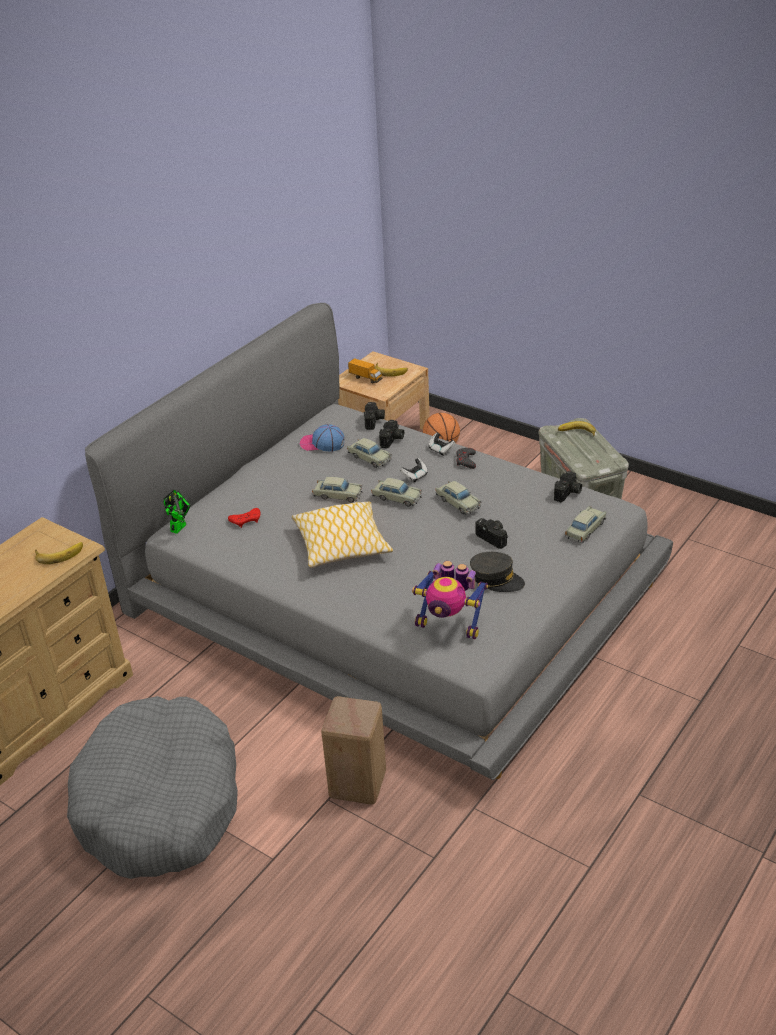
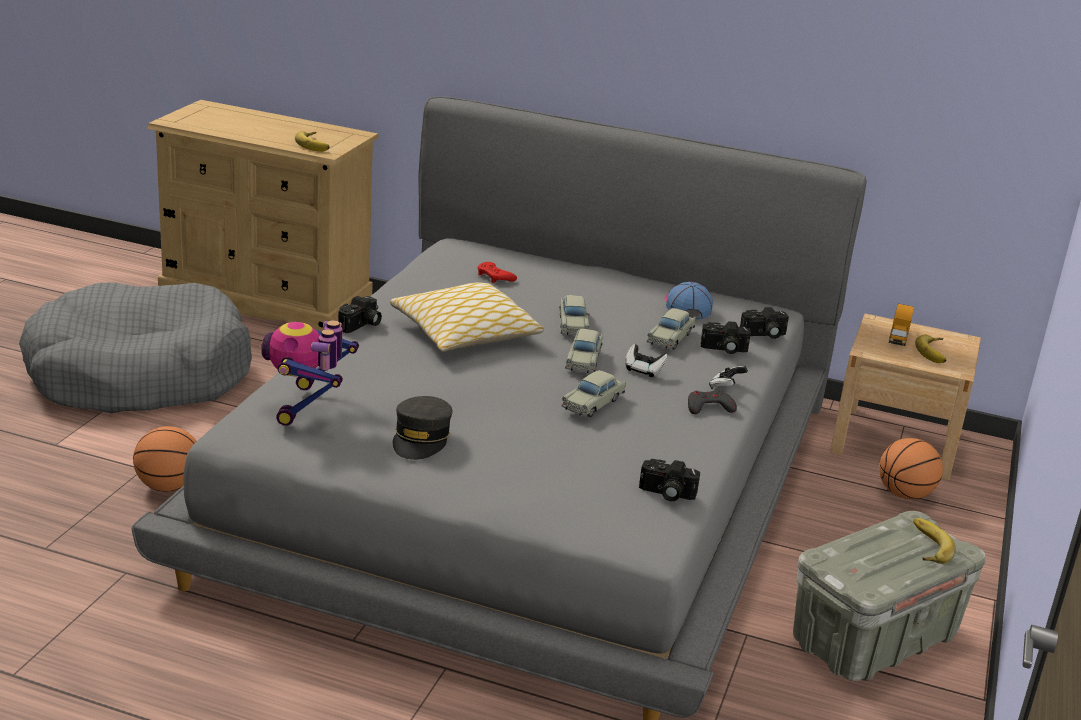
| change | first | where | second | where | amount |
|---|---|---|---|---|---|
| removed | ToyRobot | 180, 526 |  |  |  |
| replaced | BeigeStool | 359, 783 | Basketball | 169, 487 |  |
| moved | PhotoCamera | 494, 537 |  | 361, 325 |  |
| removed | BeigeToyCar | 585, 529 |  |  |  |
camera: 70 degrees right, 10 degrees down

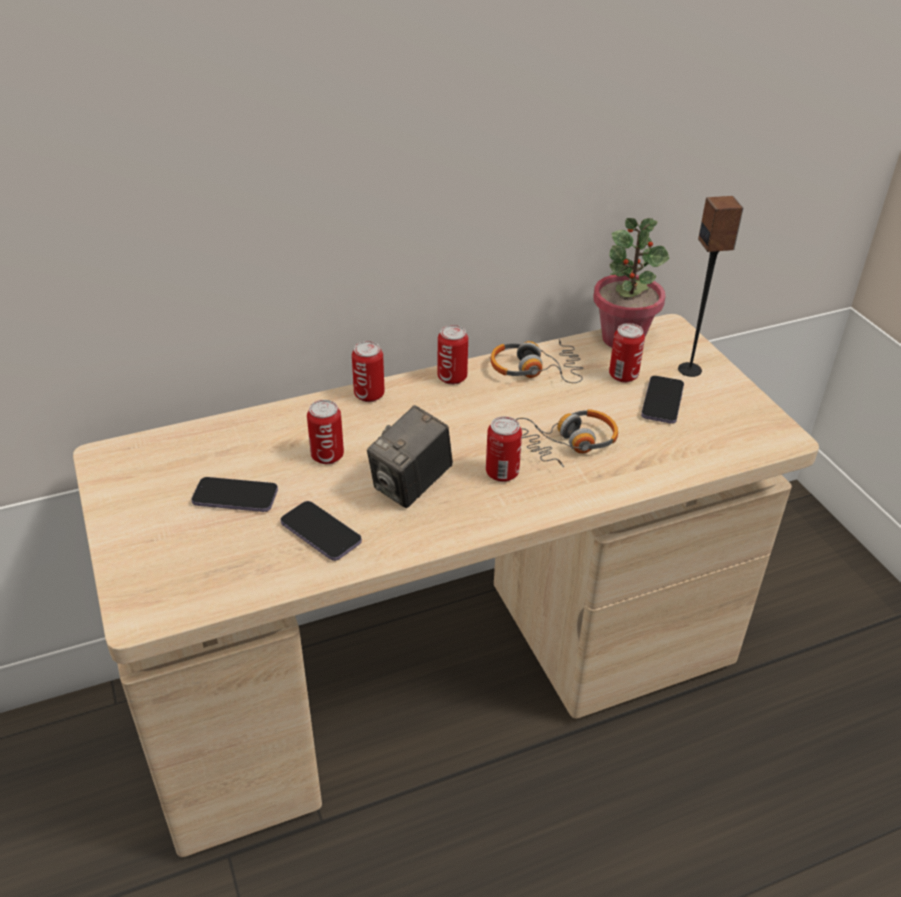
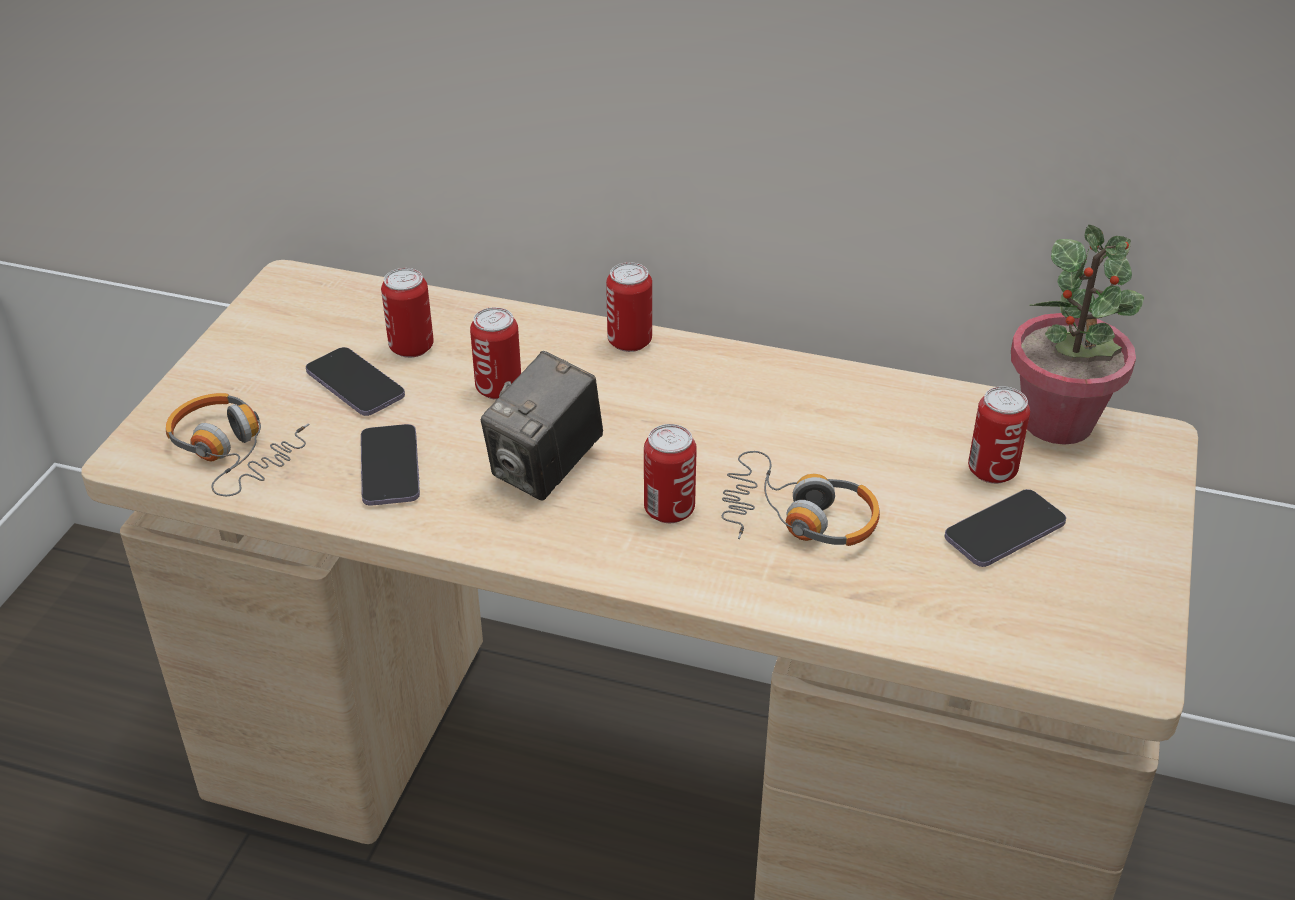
| change | first | where | second | where | amount |
|---|---|---|---|---|---|
| turned | PhotoCamera | 411, 486 |  | 546, 469 | 45 degrees counterclockwise |
| moved | Can | 452, 377 |  | 411, 347 |  |
| moved | Headphones | 535, 370 |  | 233, 453 |  |
| removed | Speaker | 690, 370 |  |  |  |
camera: 40 degrees right, 0 degrees up

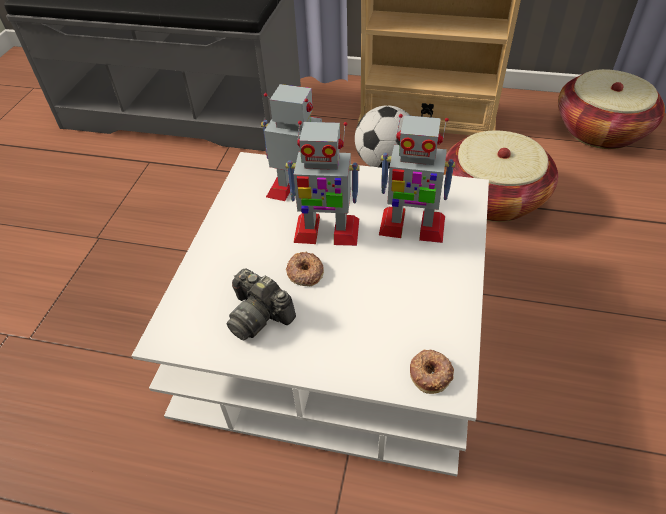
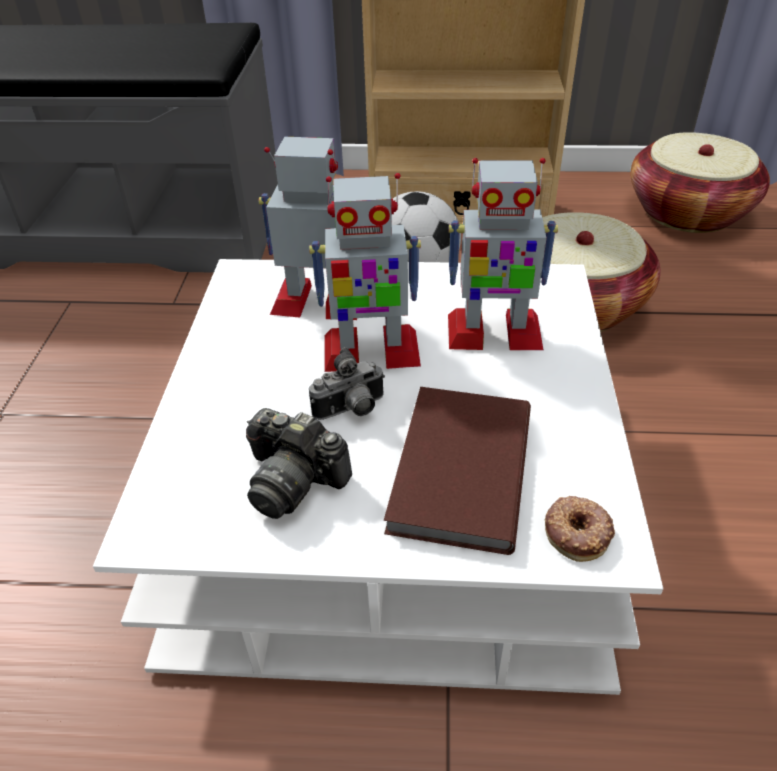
| change | first | where | second | where | amount |
|---|---|---|---|---|---|
| replaced | Donut | 305, 272 | PhotoCamera | 351, 411 |  |
| added |  |  | BrownBook | 456, 471 |  |
camera: 10 degrees left, 5 degrees down

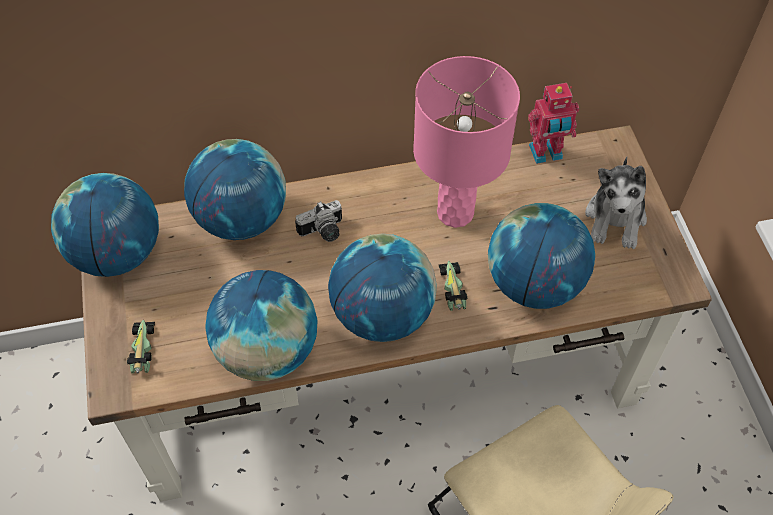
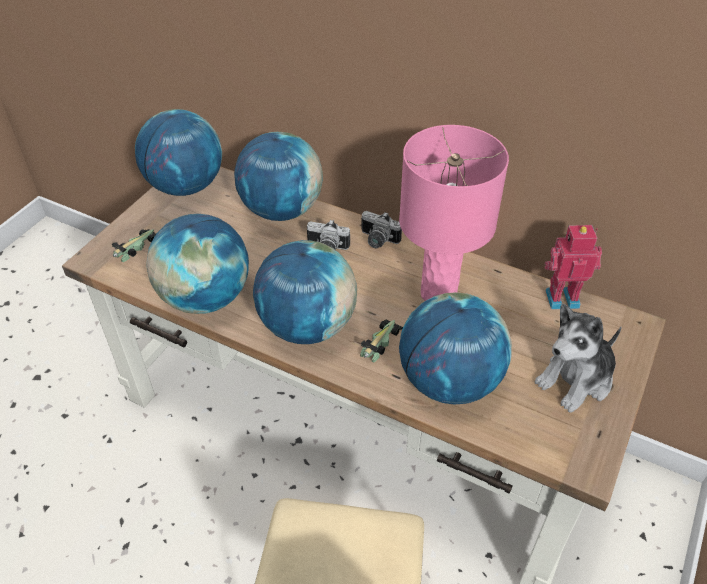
| change | first | where | second | where | amount |
|---|---|---|---|---|---|
| turned | ToyRobot | 546, 154 |  | 561, 297 | 150 degrees clockwise |
| added |  |  | PhotoCamera | 377, 240 |  |
camera: 40 degrees right, 10 degrees down

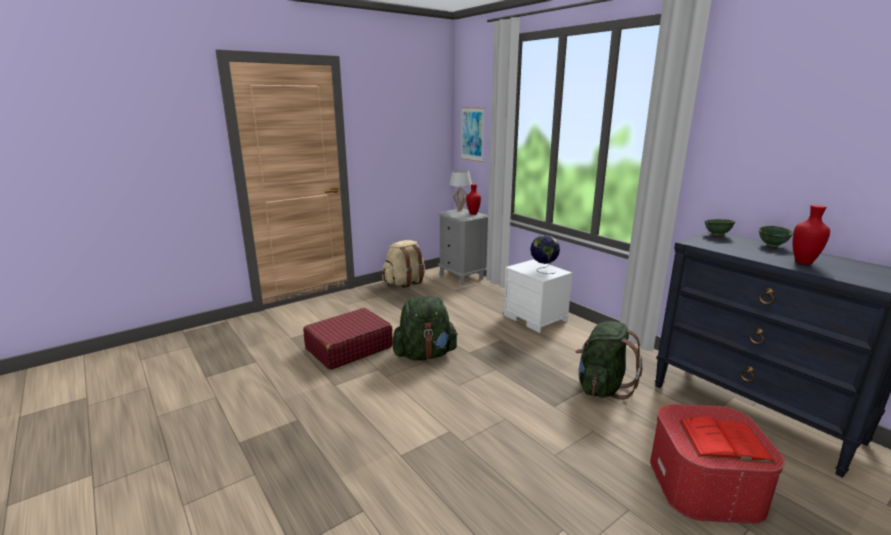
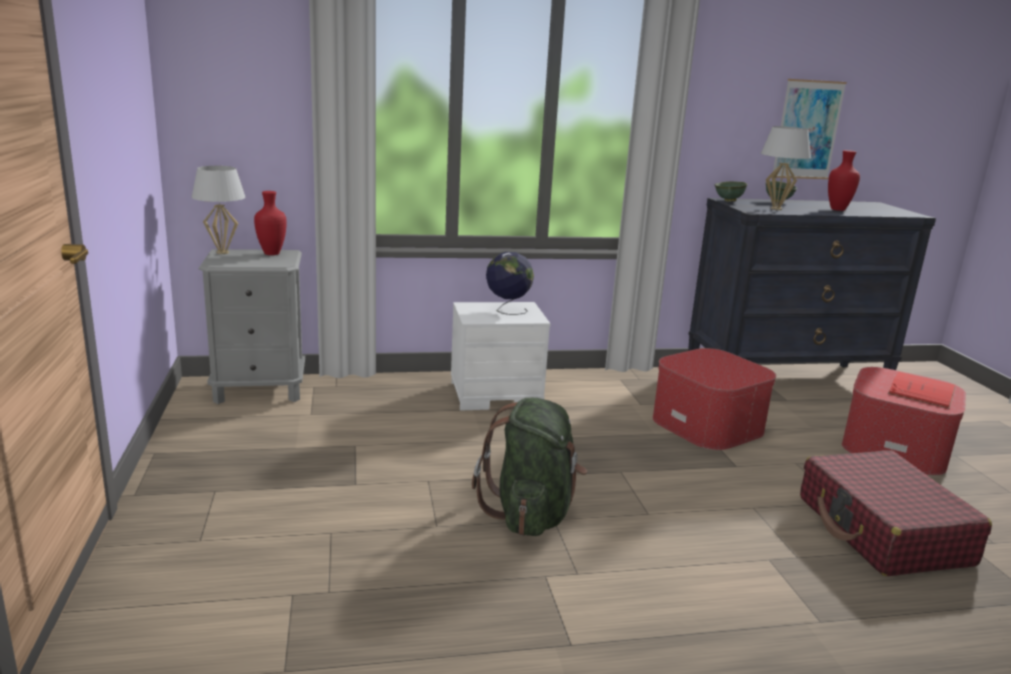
| change | first | where | second | where | amount |
|---|---|---|---|---|---|
| moved | RedSuitcase | 348, 348 |  | 882, 531 |  |
| removed | BeigeBackpack | 404, 283 |  |  |  |
| moved | Picture | 472, 134 |  | 807, 130 |  |
| replaced | GreenBackpack | 602, 387 | Ottoman | 708, 424 |  |
| added |  |  | WhiteTableLamp | 776, 209 |  |
camera: 65 degrees left, 0 degrees up

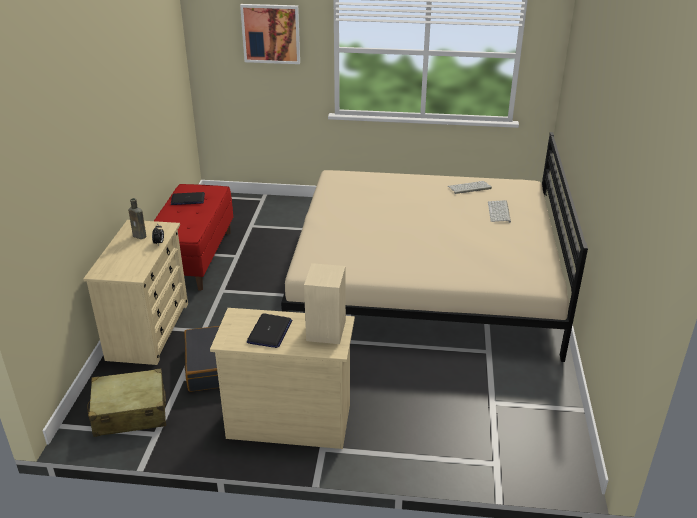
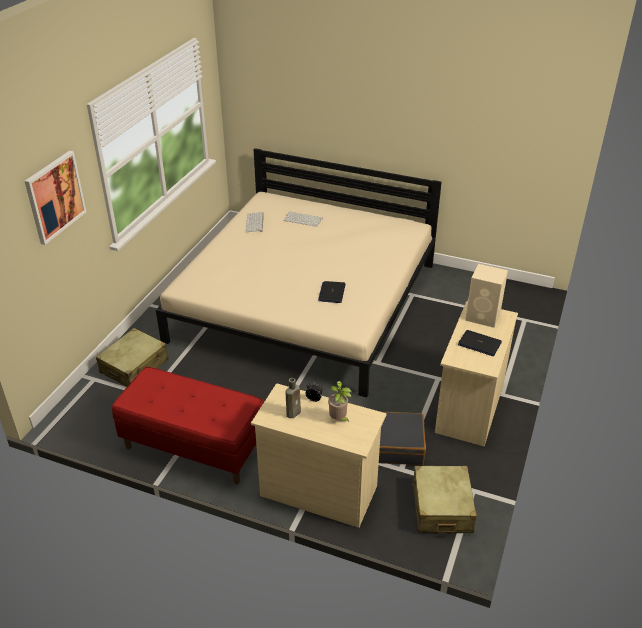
| change | first | where | second | where | amount |
|---|---|---|---|---|---|
| moved | Laptop | 188, 199 |  | 332, 292 |  |
| added |  |  | BeigeSuitcase | 135, 366 |  |
| added |  |  | PottedPlant | 339, 419 |  |
camera: 75 degrees left, 5 degrees up

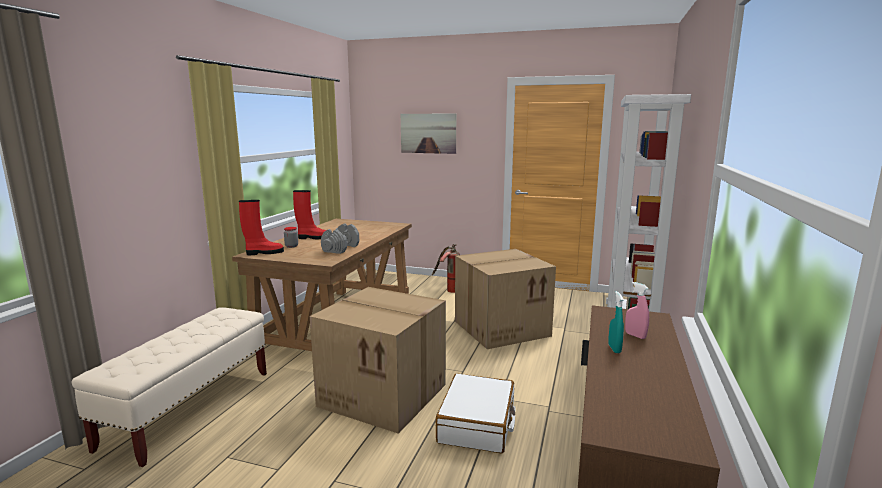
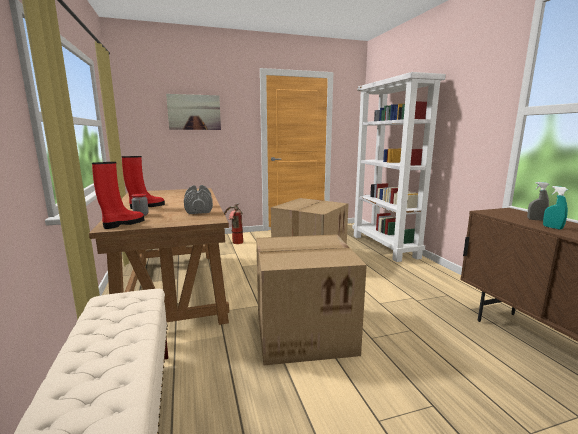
| change | first | where | second | where | amount |
|---|---|---|---|---|---|
| removed | WhiteSuitcase | 477, 424 |  |  |  |
| recoloured | PinkSprayBottle | 635, 335 | GreySprayBottle | 536, 219 |  |
camera: 35 degrees left, 0 degrees up

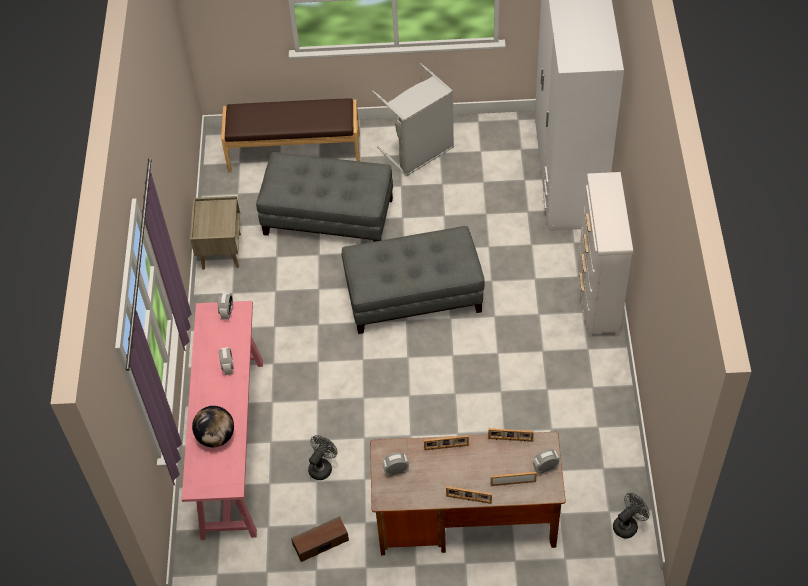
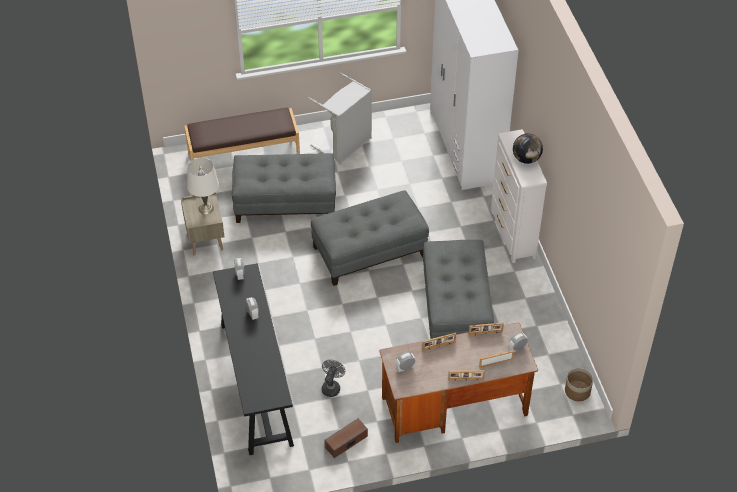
| change | first | where | second | where | amount |
|---|---|---|---|---|---|
| recoloured | PinkConsoleTable | 233, 445 | BlackConsoleTable | 256, 382 |  |
| moved | Globe | 216, 437 |  | 526, 159 |  |
| replaced | GreyFan | 628, 525 | Planter | 577, 391 |  |
| added |  |  | WhiteTableLamp | 205, 208 |  |
| added |  |  | GreyOttoman | 456, 308 |  |
camera: 15 degrees left, 5 degrees down

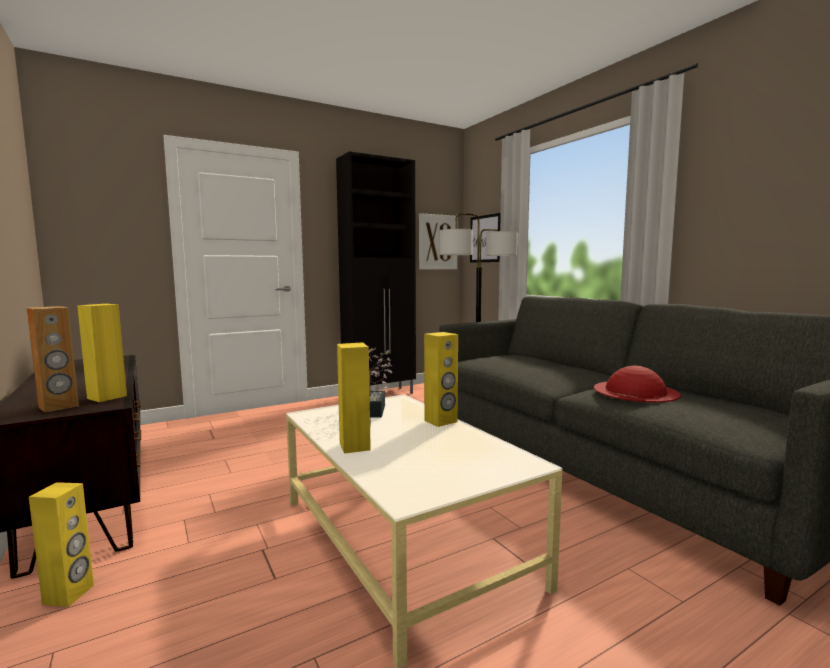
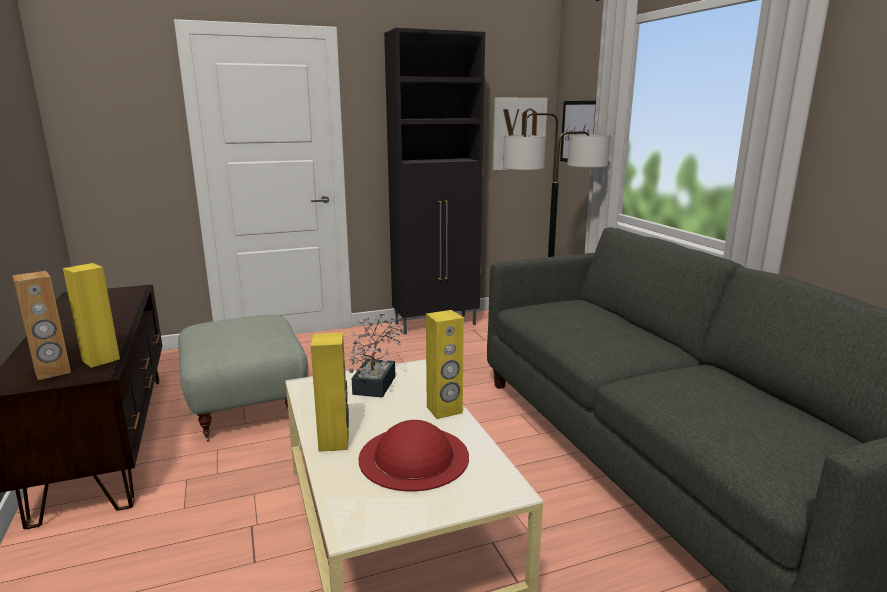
| change | first | where | second | where | amount |
|---|---|---|---|---|---|
| removed | YellowSpeaker | 69, 594 |  |  |  |
| moved | RedHat | 635, 391 |  | 413, 456 |  |
| added |  |  | GreyOttoman | 248, 405 |  |
camera: 10 degrees right, 10 degrees up

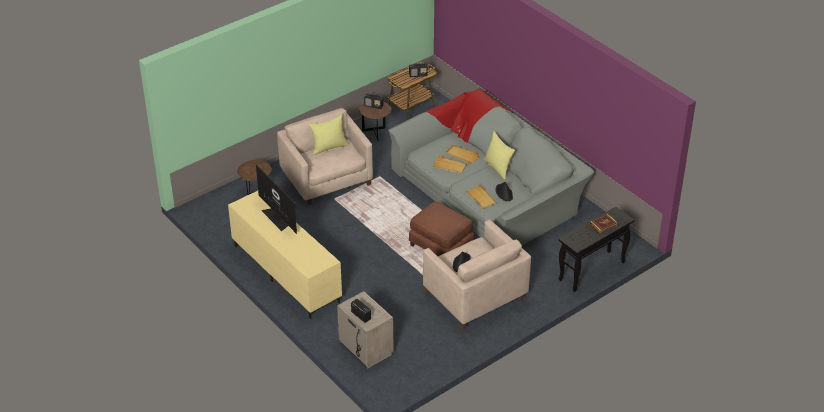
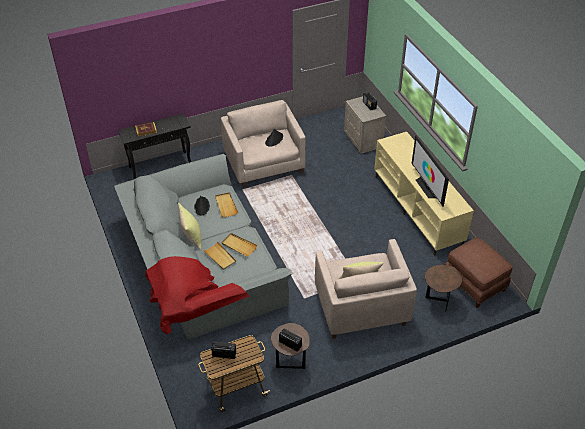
| change | first | where | second | where | amount |
|---|---|---|---|---|---|
| moved | BrownOttoman | 441, 247 |  | 474, 283 |  |
camera: 165 degrees left, 5 degrees up

